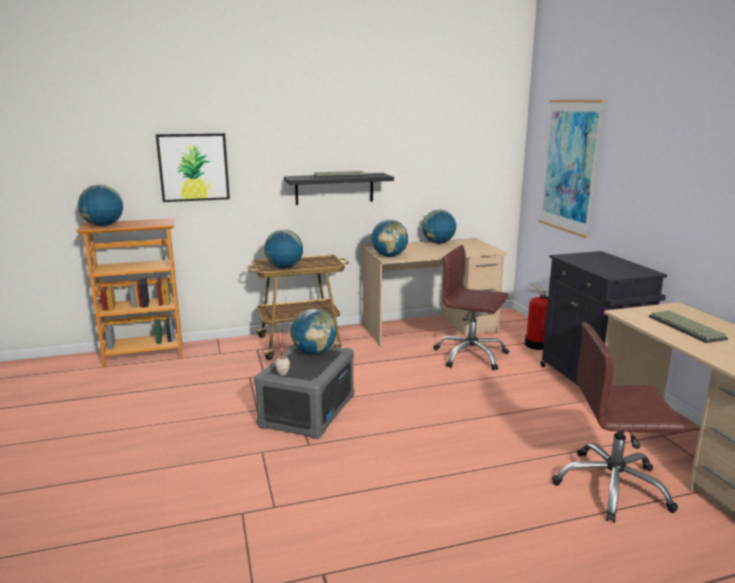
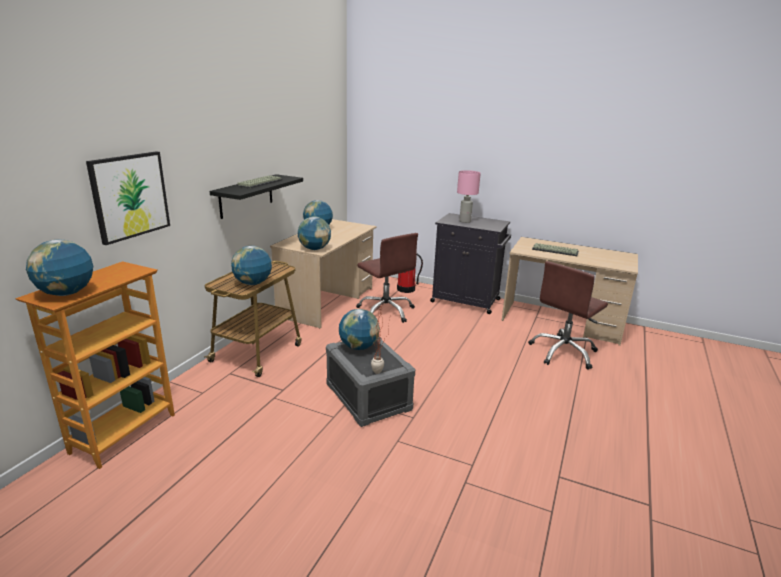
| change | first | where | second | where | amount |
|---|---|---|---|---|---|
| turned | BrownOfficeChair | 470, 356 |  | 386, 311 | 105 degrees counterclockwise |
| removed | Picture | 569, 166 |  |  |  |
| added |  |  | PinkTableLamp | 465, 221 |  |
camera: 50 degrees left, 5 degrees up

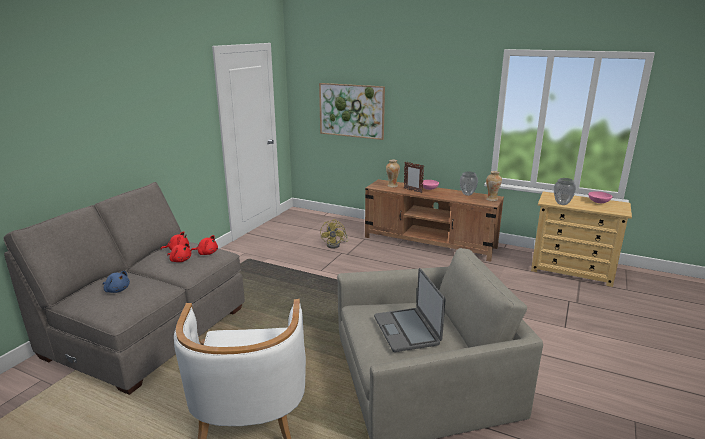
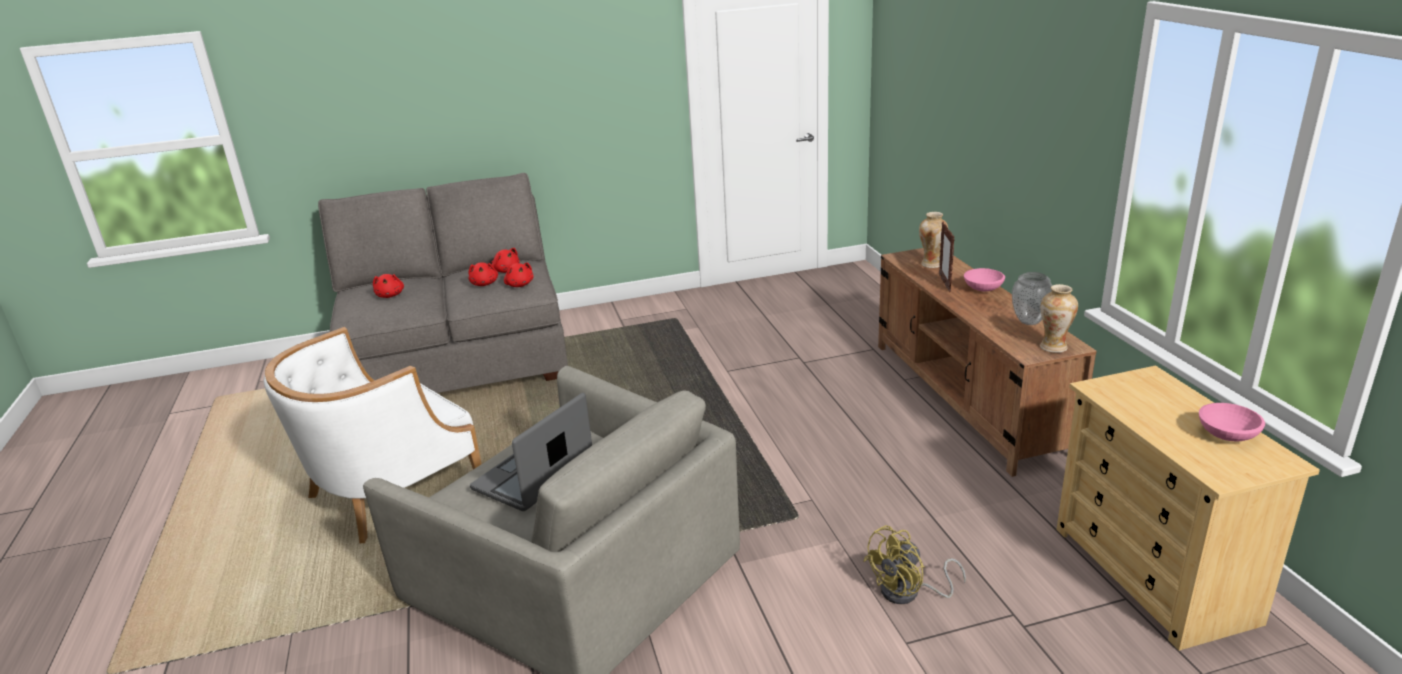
| change | first | where | second | where | amount |
|---|---|---|---|---|---|
| recoloured | BluePlushToy | 117, 290 | RedPlushToy | 390, 295 |  |
| removed | Picture | 351, 110 |  |  |  |
| moved | YellowFan | 336, 245 |  | 908, 593 |  |
| removed | Vase | 562, 203 |  |  |  |
camera: 50 degrees right, 5 degrees up

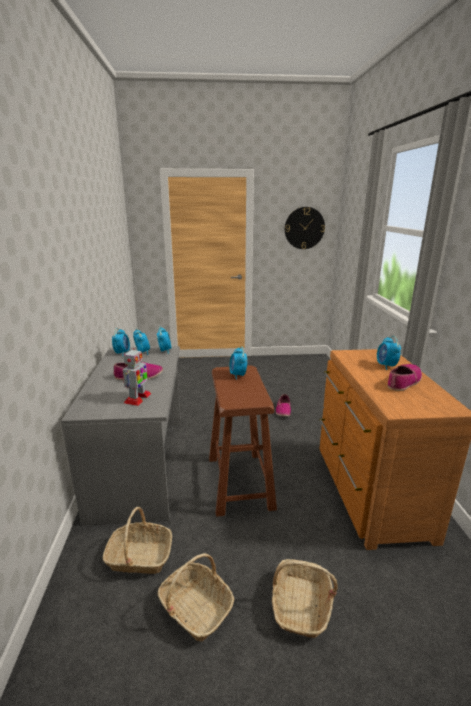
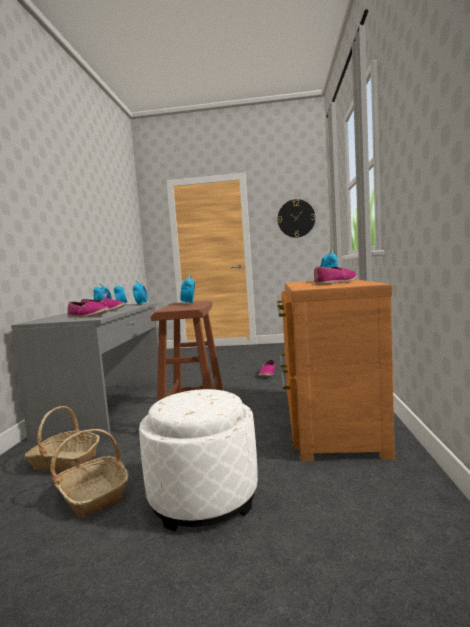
| change | first | where | second | where | amount |
|---|---|---|---|---|---|
| replaced | ToyRobot | 137, 398 | Shoe | 87, 316 |  |
| replaced | Basket | 301, 605 | WhiteOttoman | 203, 497 |  |
camera: 10 degrees right, 15 degrees down

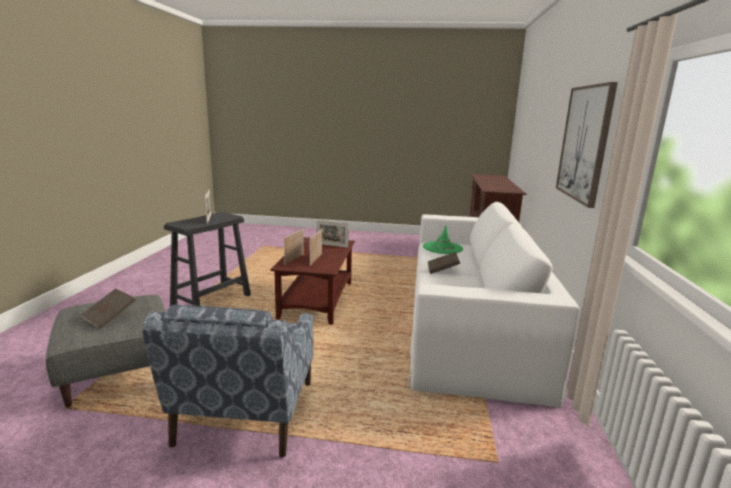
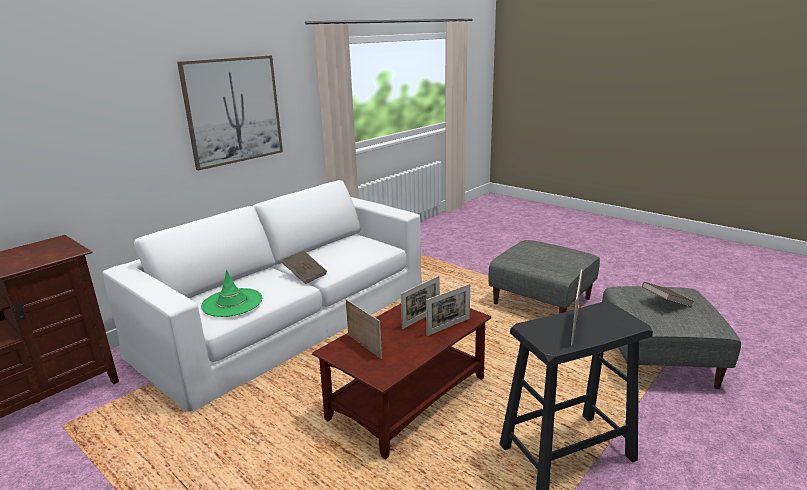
| change | first | where | second | where | amount |
|---|---|---|---|---|---|
| replaced | BlueArmchair | 245, 414 | GreyOttoman | 542, 301 |  |
camera: 145 degrees left, 5 degrees up

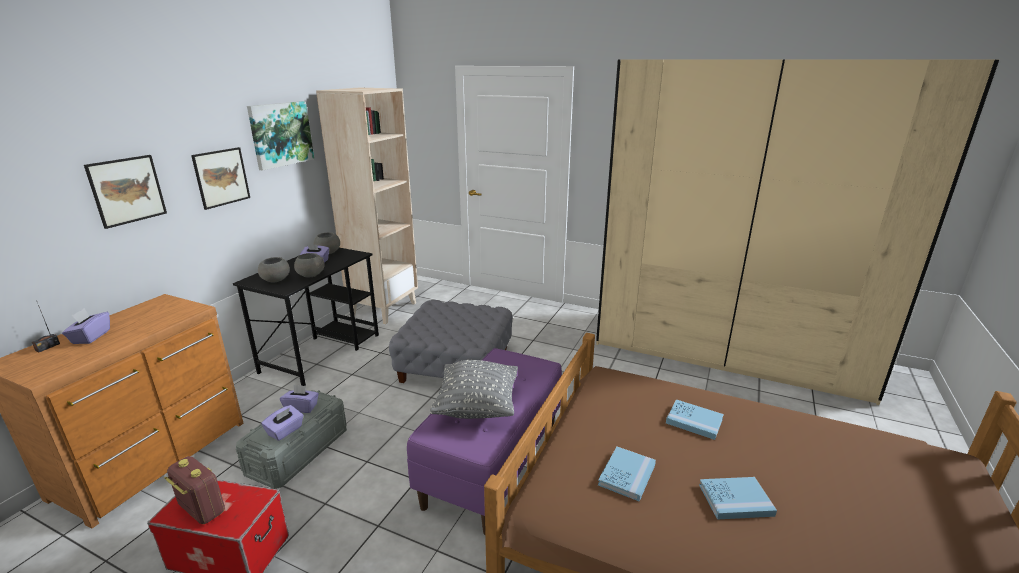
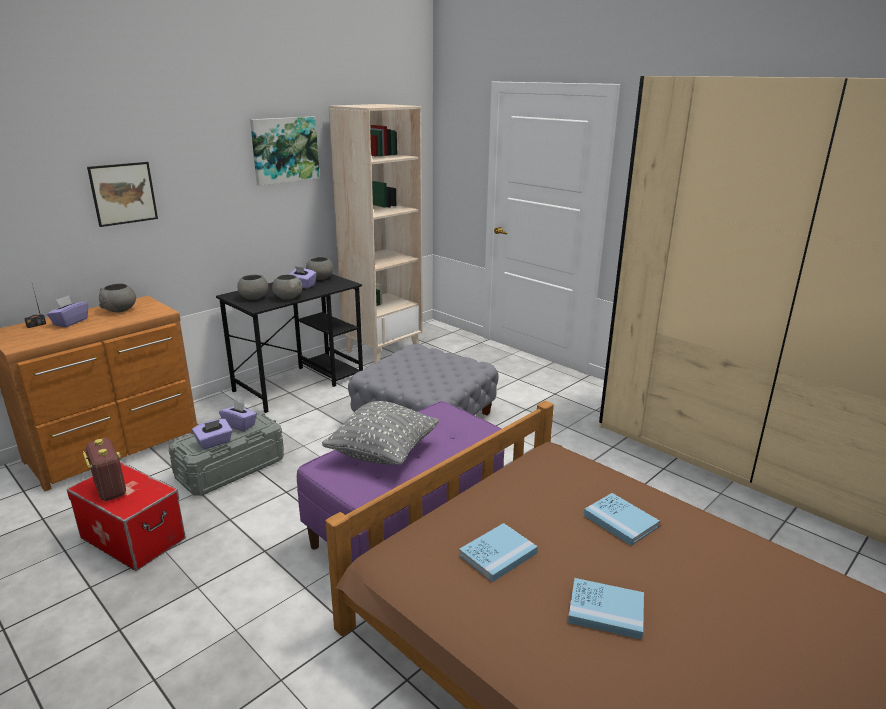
| change | first | where | second | where | amount |
|---|---|---|---|---|---|
| removed | Picture | 221, 177 |  |  |  |
| added |  |  | GreyBowl | 120, 310 |  |
camera: 20 degrees right, 0 degrees up

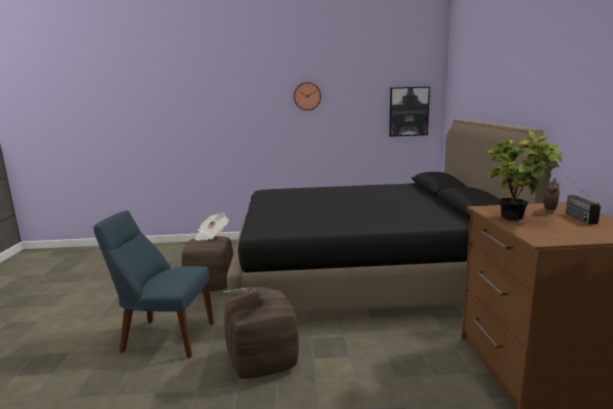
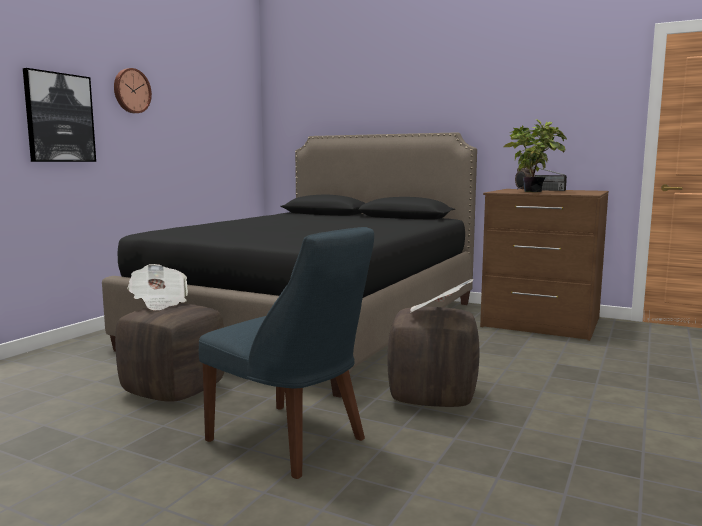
| change | first | where | second | where | amount |
|---|---|---|---|---|---|
| turned | BlueChair | 164, 337 |  | 291, 441 | 90 degrees counterclockwise |
| moved | Picture | 408, 111 |  | 59, 118 |  |
camera: 60 degrees left, 5 degrees down

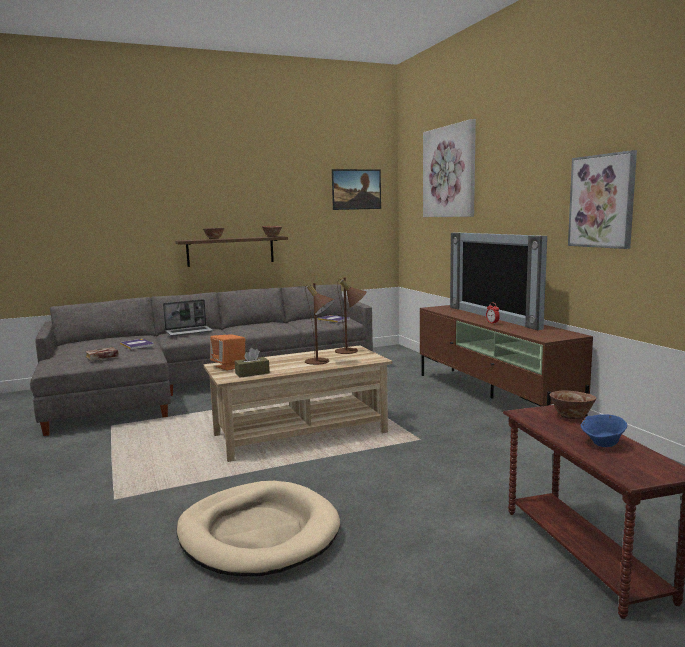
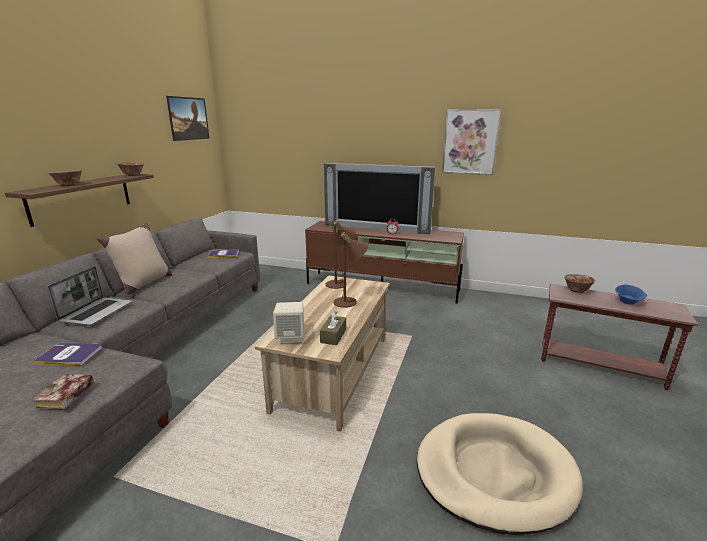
| change | first | where | second | where | amount |
|---|---|---|---|---|---|
| recoloured | OrangeSpeaker | 229, 366 | BeigeSpeaker | 291, 338 |  |
| removed | Picture | 449, 172 |  |  |  |
| added |  |  | BeigePillow | 143, 284 |  |
camera: 50 degrees left, 10 degrees up

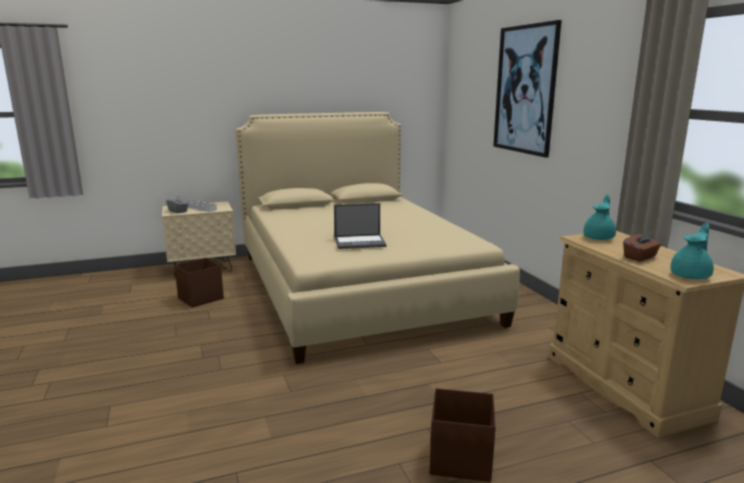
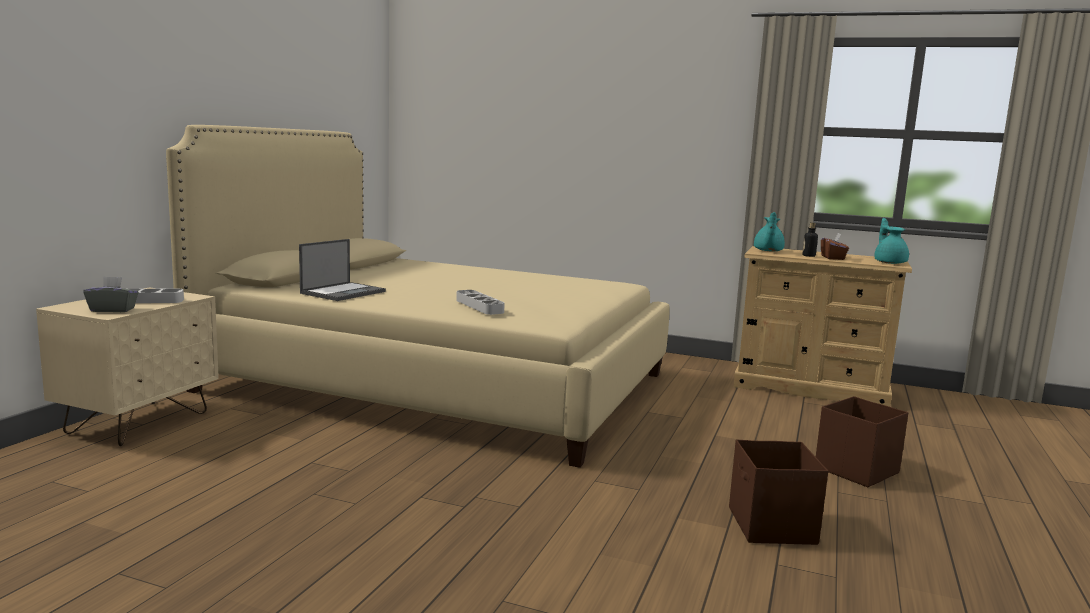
| change | first | where | second | where | amount |
|---|---|---|---|---|---|
| moved | BrownStorageBox | 200, 298 |  | 771, 526 |  |
| moved | Laptop | 360, 242 |  | 343, 292 |  |
| removed | Picture | 525, 90 |  |  |  |
| turned | TurquoiseTeapot | 599, 238 |  | 767, 251 | 150 degrees counterclockwise |
| added |  |  | GreyTray | 479, 306 |  |
| added |  |  | Bottle | 808, 256 |  |
camera: 50 degrees left, 5 degrees down

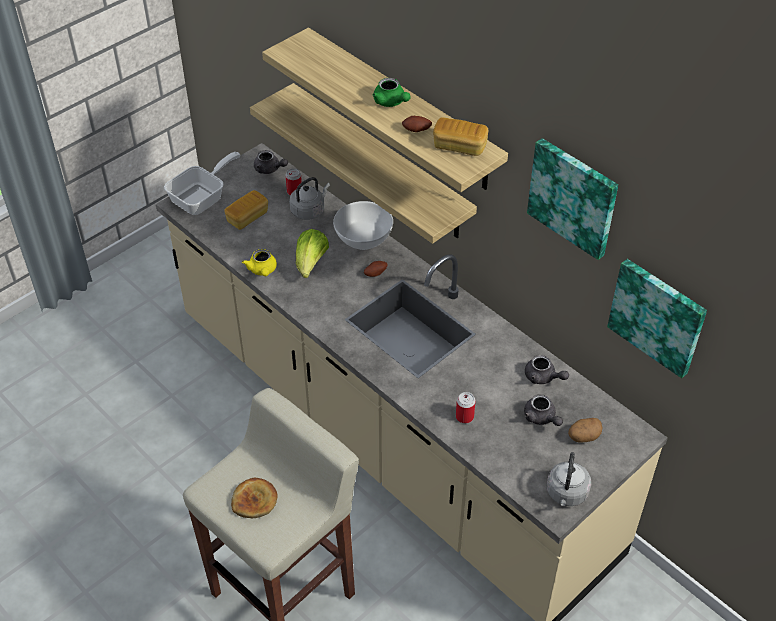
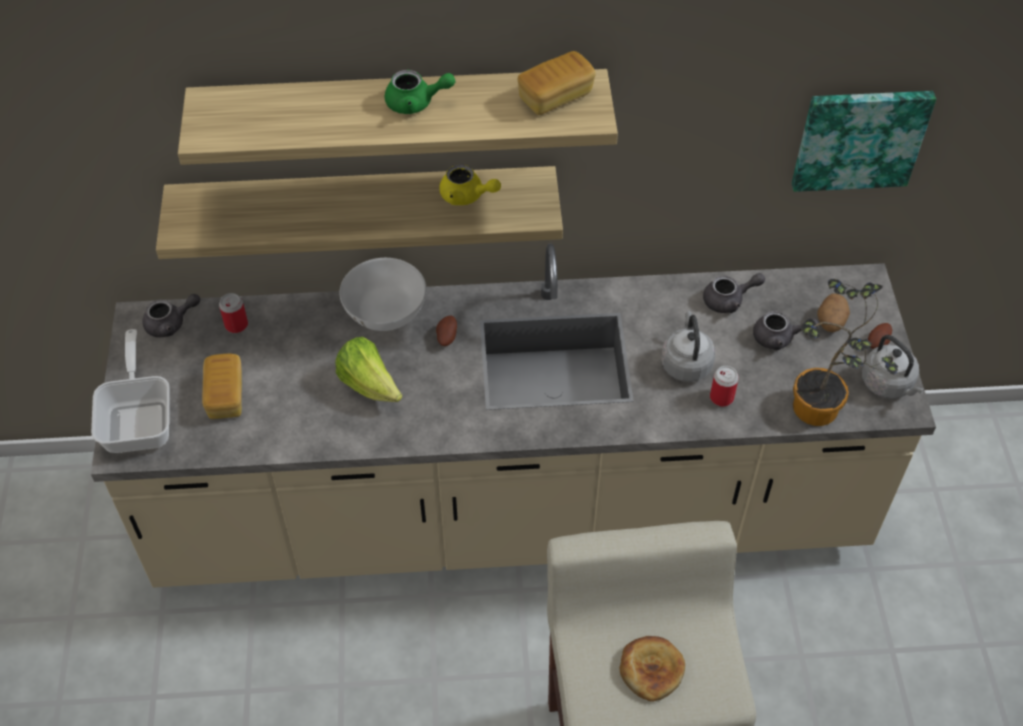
| change | first | where | second | where | amount |
|---|---|---|---|---|---|
| moved | YellowTeapot | 262, 271 |  | 467, 196 |  |
| moved | GreyKettle | 309, 210 |  | 685, 363 |  |
| moved | Potato | 416, 131 |  | 878, 343 |  |
| removed | Picture | 573, 197 |  |  |  |
| added |  |  | PottedPlant | 821, 412 |  |
camera: 50 degrees left, 5 degrees up

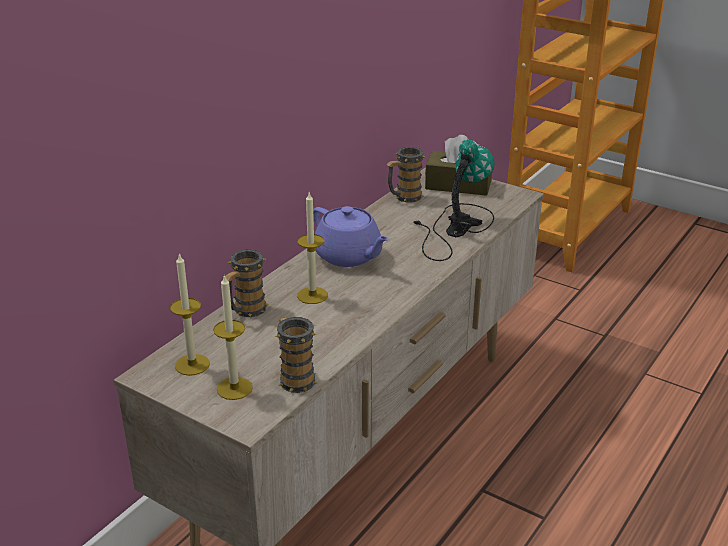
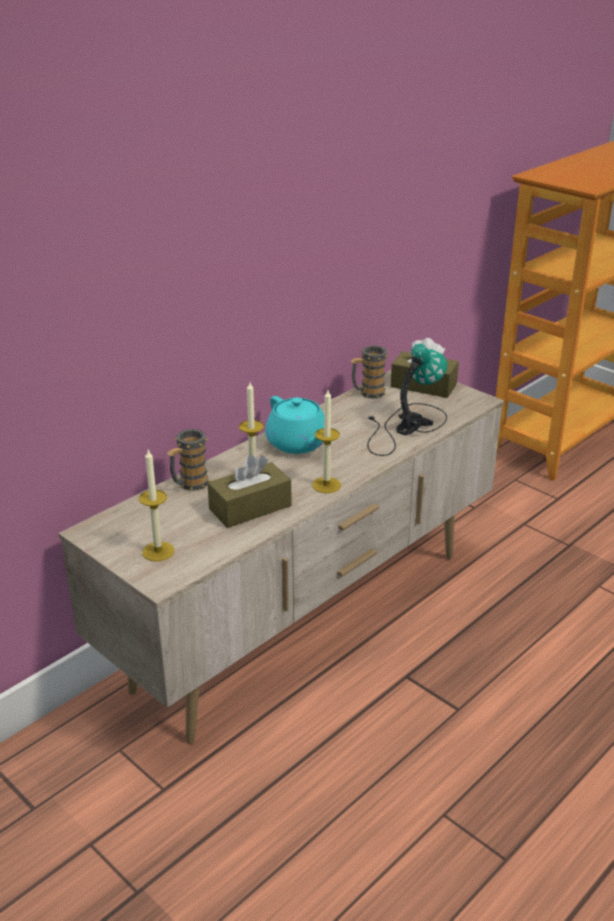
| change | first | where | second | where | amount |
|---|---|---|---|---|---|
| moved | Candle | 192, 365 |  | 326, 485 |  |
| removed | Mug | 294, 377 |  |  |  |
| recoloured | PurpleTeapot | 349, 256 | TurquoiseTeapot | 298, 444 |  |
| added |  |  | BrownTissueBox | 250, 507 |  |
camera: 10 degrees right, 0 degrees up

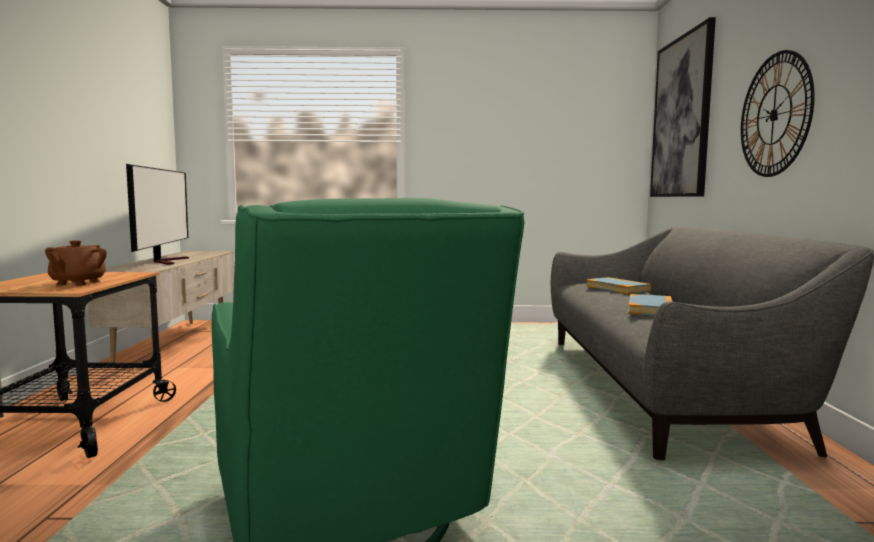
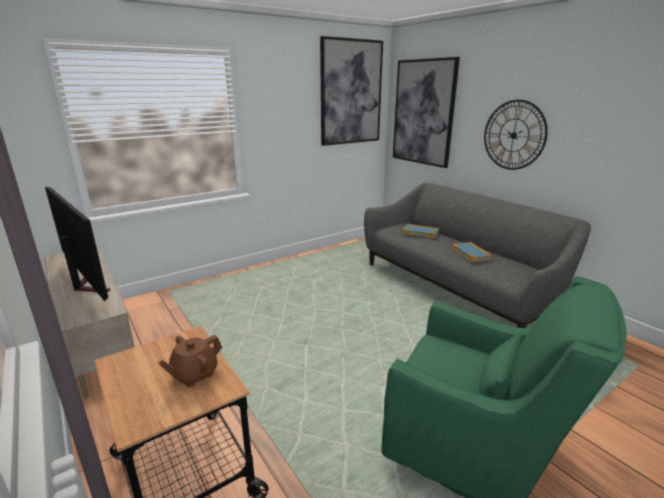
| change | first | where | second | where | amount |
|---|---|---|---|---|---|
| turned | BrownTeapot | 77, 283 |  | 194, 374 | 75 degrees clockwise |
| added |  |  | Picture | 351, 93 |  |
camera: 35 degrees left, 15 degrees up

